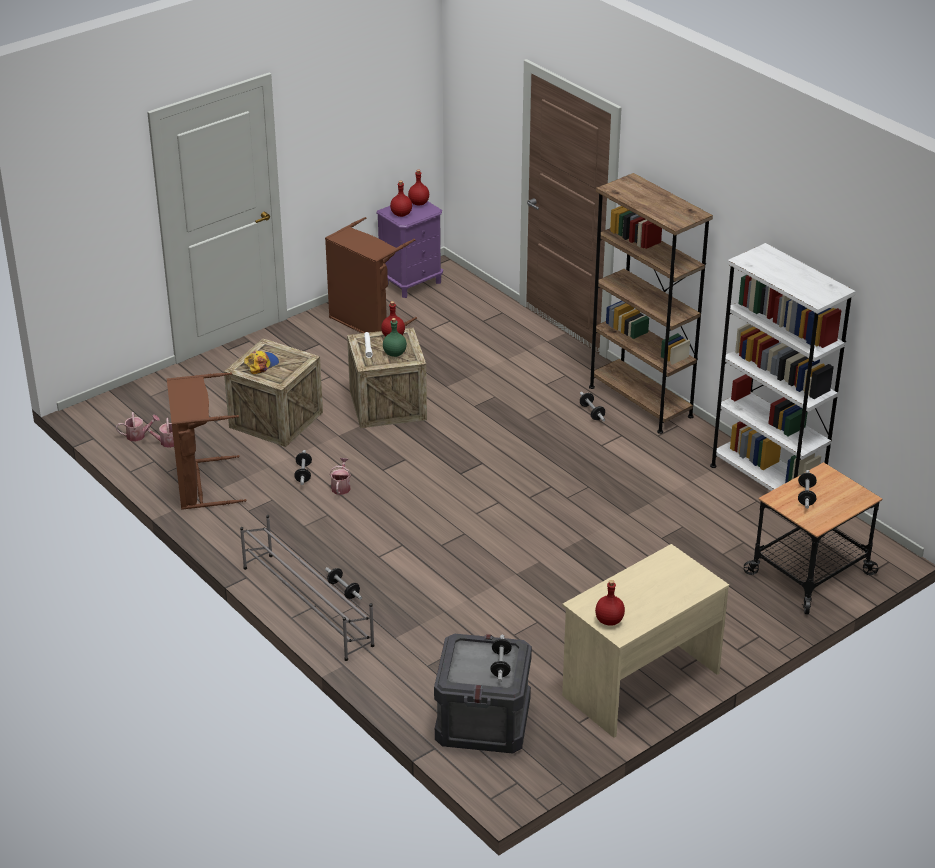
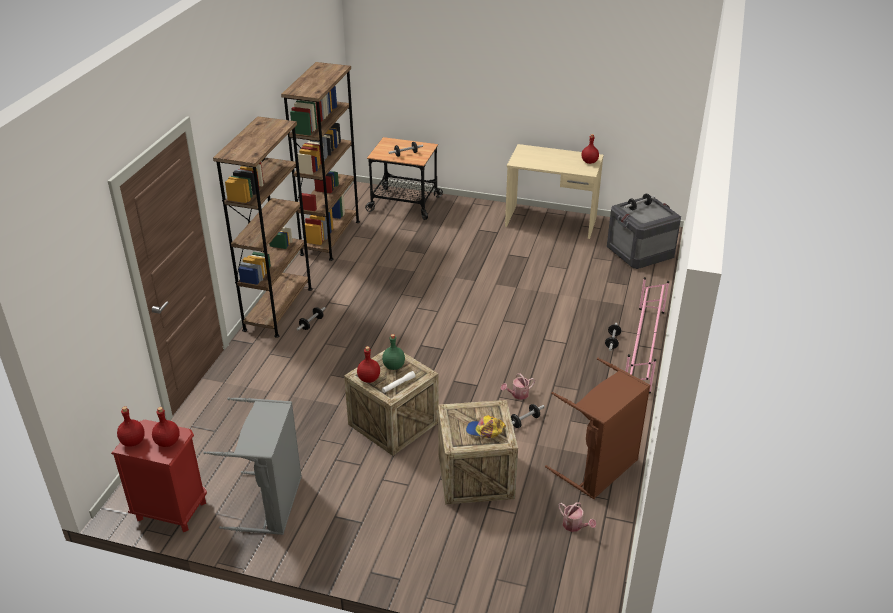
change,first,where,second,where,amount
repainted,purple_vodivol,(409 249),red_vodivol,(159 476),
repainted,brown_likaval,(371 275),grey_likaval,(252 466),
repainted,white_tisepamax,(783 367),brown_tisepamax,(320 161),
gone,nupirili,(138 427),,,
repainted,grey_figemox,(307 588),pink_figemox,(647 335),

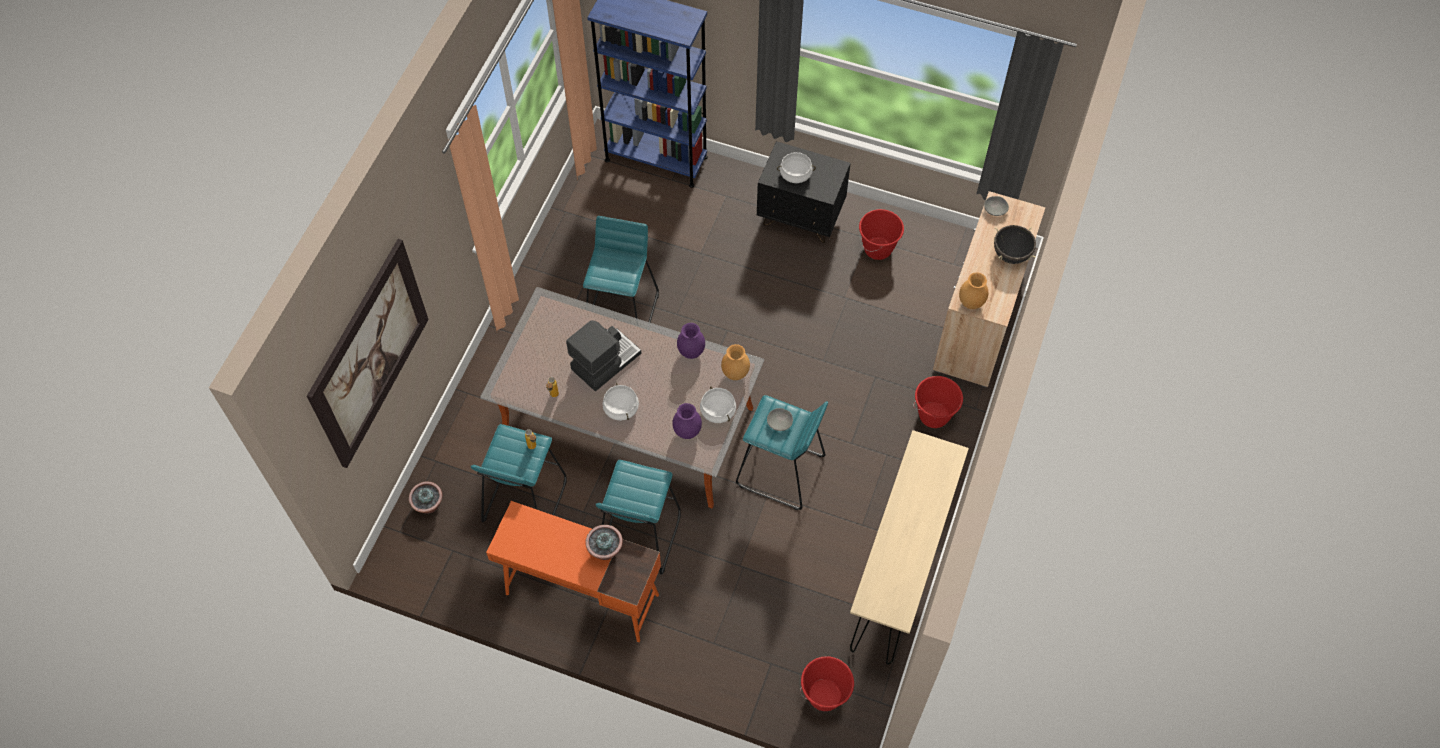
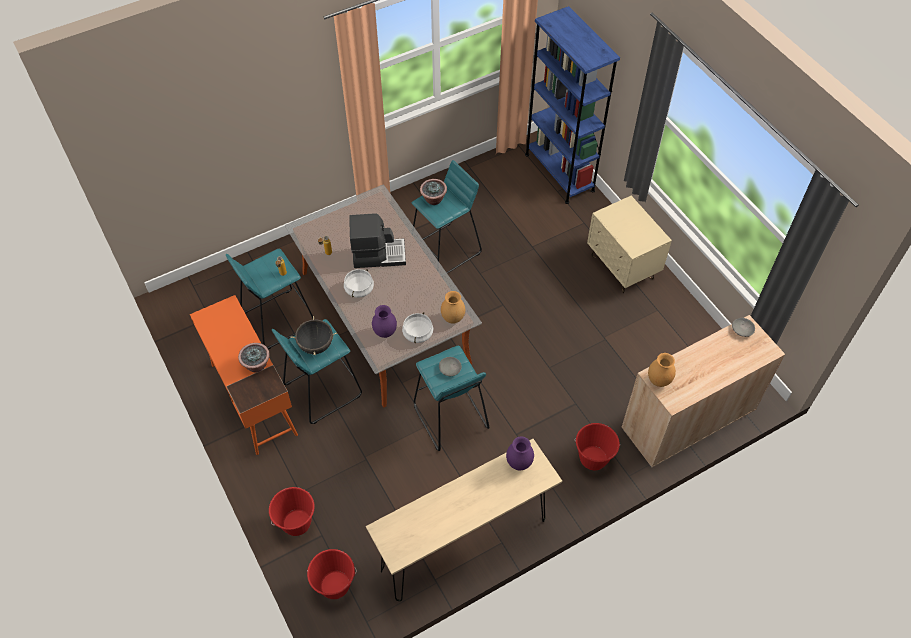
change,first,where,second,where,amount
repainted,black_vodivol,(804 192),beige_vodivol,(629 244),
gone,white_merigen,(796 167),,,
shifted,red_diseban,(881 234),,(292 511),
shifted,black_merigen,(1015 244),,(313 336),
gone,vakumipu,(368 353),,,
shifted,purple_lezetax,(691 341),,(520 453),
shifted,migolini,(426 497),,(433 192),

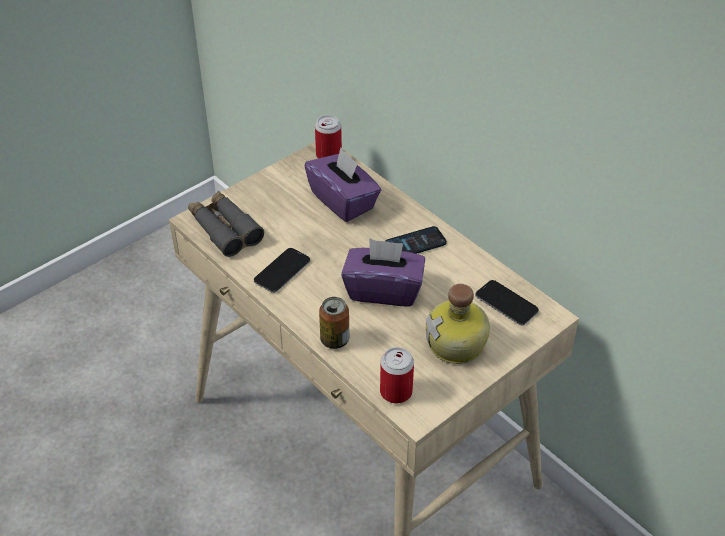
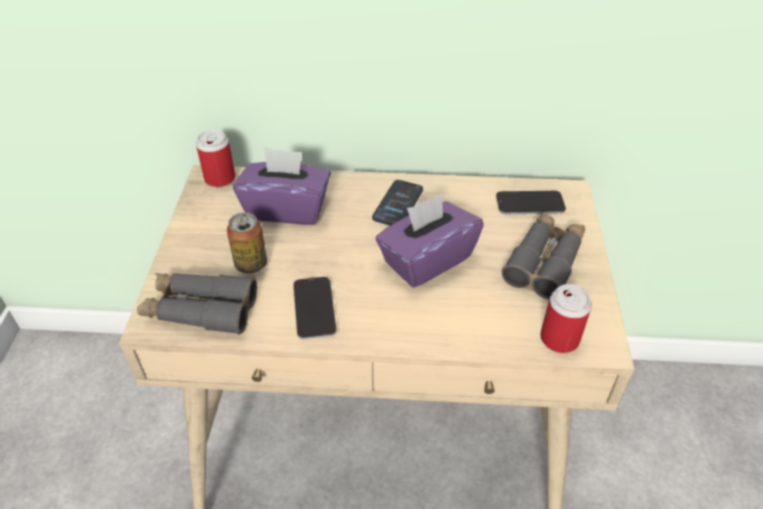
change,first,where,second,where,amount
swapped,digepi,(458 324),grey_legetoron,(543 255),
shifted,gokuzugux,(334 323),,(247 242),

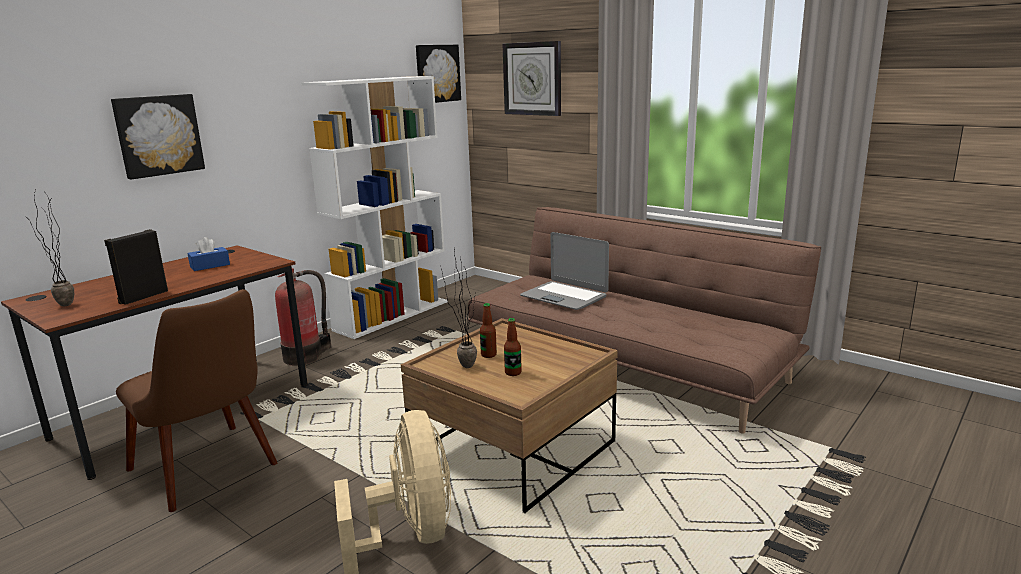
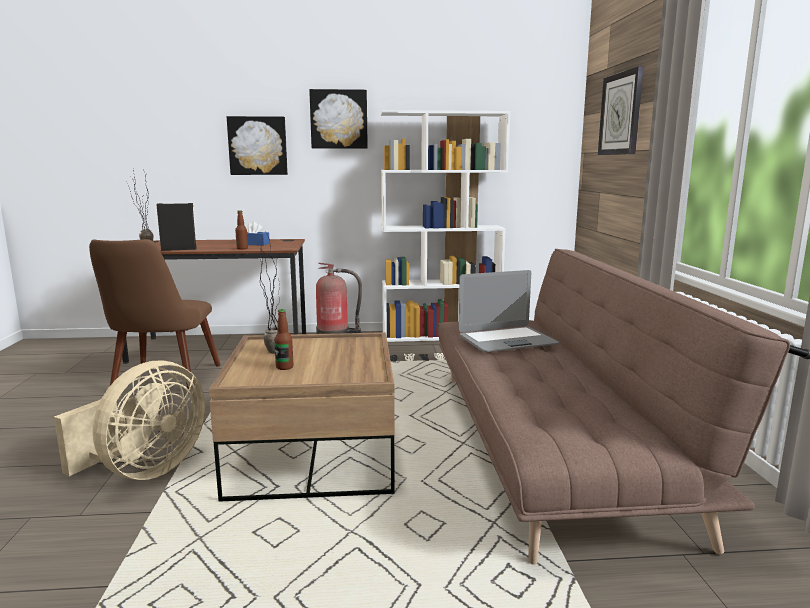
change,first,where,second,where,amount
shifted,vakumipu,(438 74),,(338 119),
rotated,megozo,(564 271),,(508 311),105 degrees counterclockwise
shifted,digepi,(488 330),,(241 230),

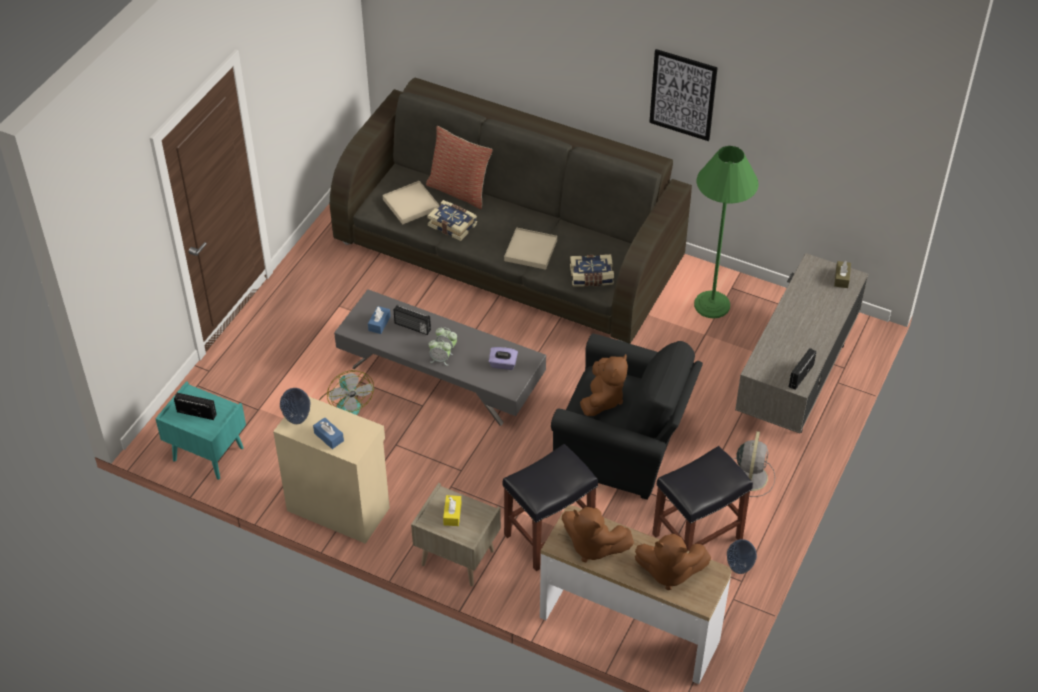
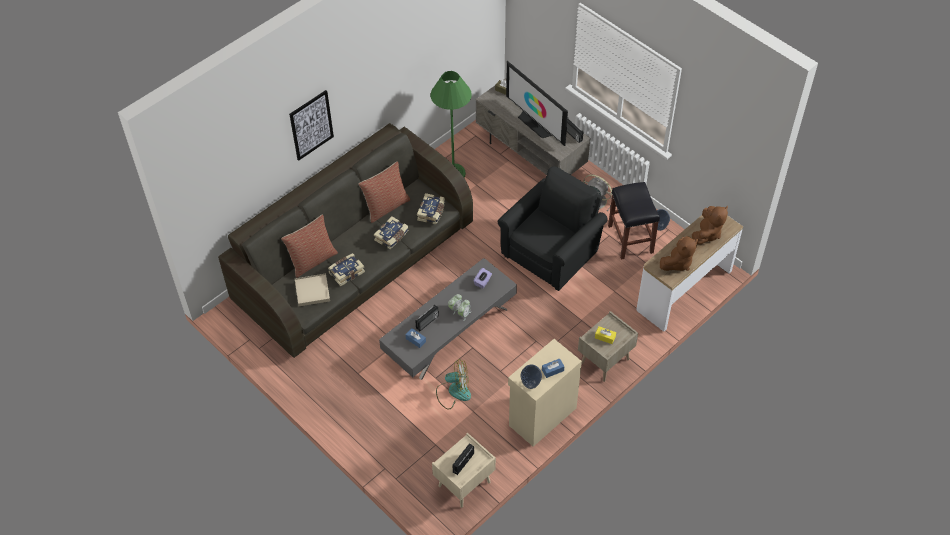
change,first,where,second,where,amount
shifted,vakumipu,(683 95),,(311 125),
swapped,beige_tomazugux,(530 248),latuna,(391 232),
gone,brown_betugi,(604 385),,,
repainted,turquoise_vodivol,(200 430),beige_vodivol,(464 470),
gone,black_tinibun,(550 507),,,
new,,,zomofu,(537 103),
new,,,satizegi,(384 192),

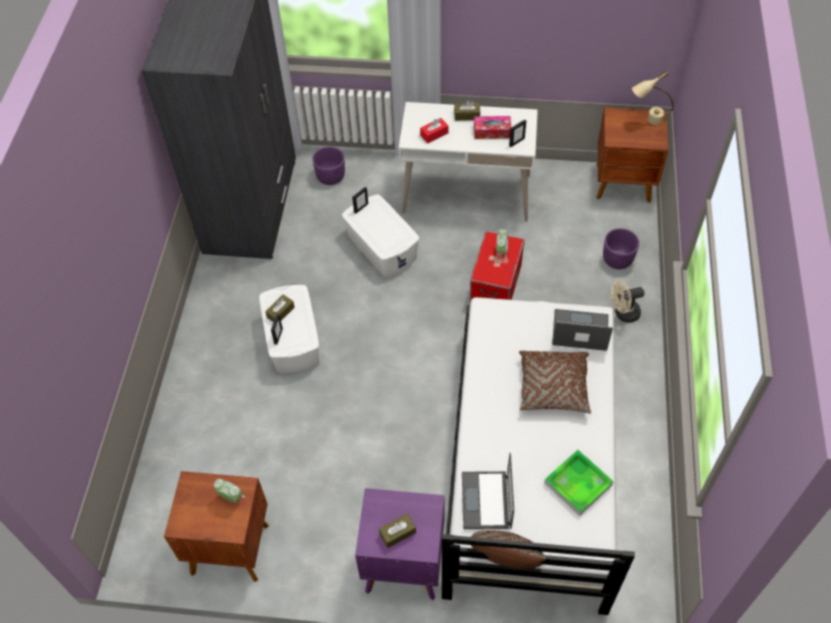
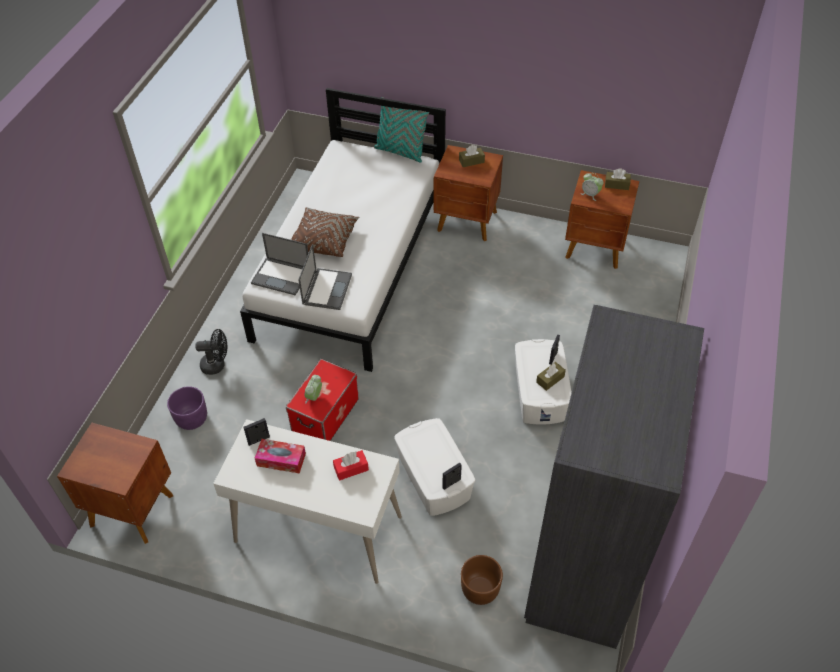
change,first,where,second,where,amount
gone,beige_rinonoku,(652 98),,,
shifted,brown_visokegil,(467 111),,(618 179),
repainted,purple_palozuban,(328 166),brown_palozuban,(482 580),
repainted,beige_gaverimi,(627 301),black_gaverimi,(211 352),
gone,tomazugux,(579 483),,,
shifted,megozo,(488 491),,(325 277),
repainted,purple_vodivol,(400 544),brown_vodivol,(468 193),
repainted,brown_satizegi,(509 549),turquoise_satizegi,(401 130),

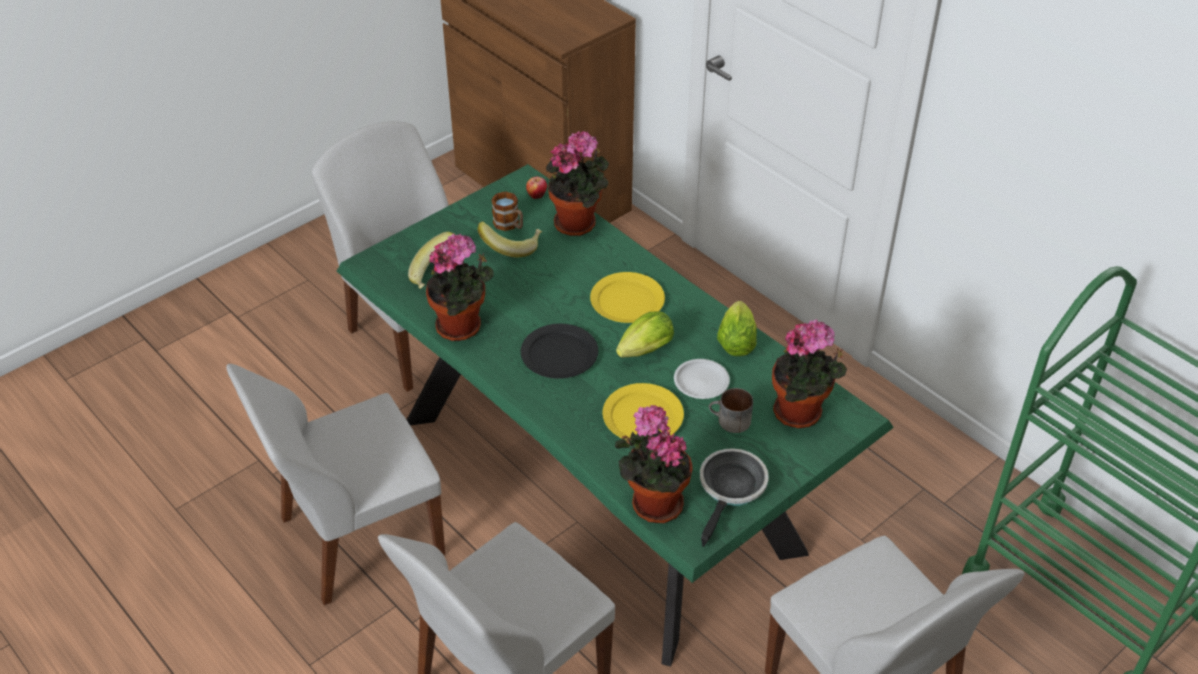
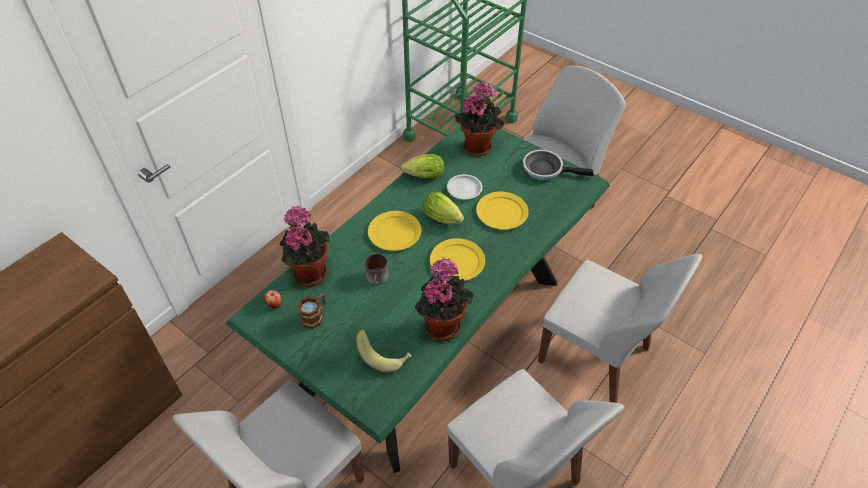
change,first,where,second,where,amount
gone,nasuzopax,(510 239),,,
repainted,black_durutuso,(559 351),yellow_durutuso,(457 259),
shifted,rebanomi,(731 410),,(377 269),
gone,migolini,(654 464),,,

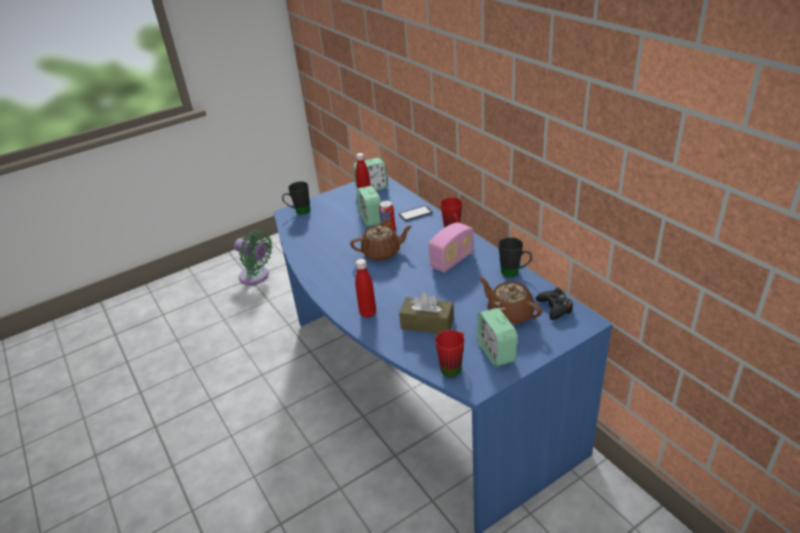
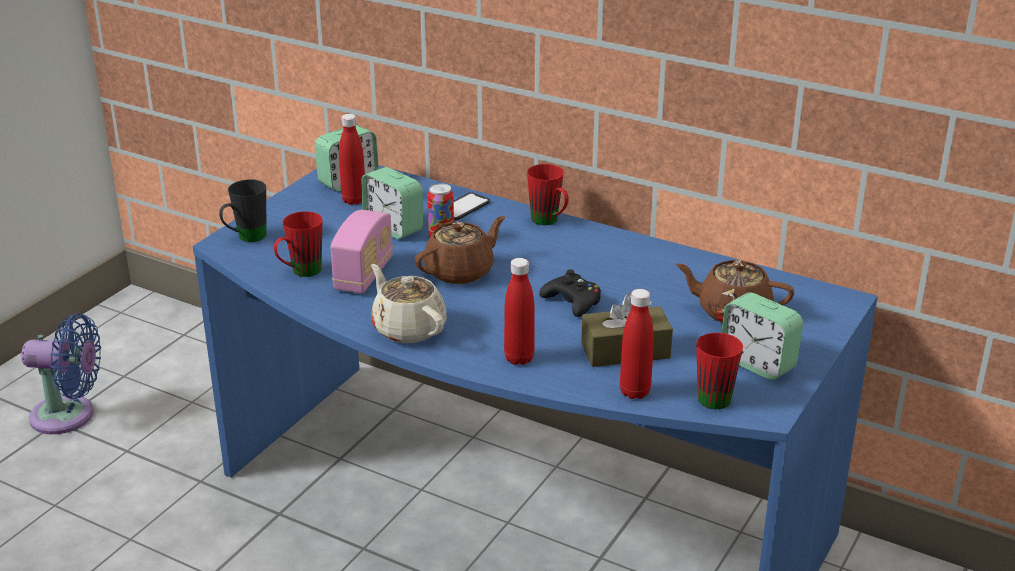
change,first,where,second,where,amount
shifted,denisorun,(451 248),,(361 252),
repainted,green_gaverimi,(253 257),blue_gaverimi,(61 373),
gone,black_rebanomi,(515 257),,,
shifted,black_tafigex,(554 303),,(570 293),
new,,,red_rebanomi,(298 244),
new,,,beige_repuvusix,(409 303),
new,,,red_digepi,(637 344),

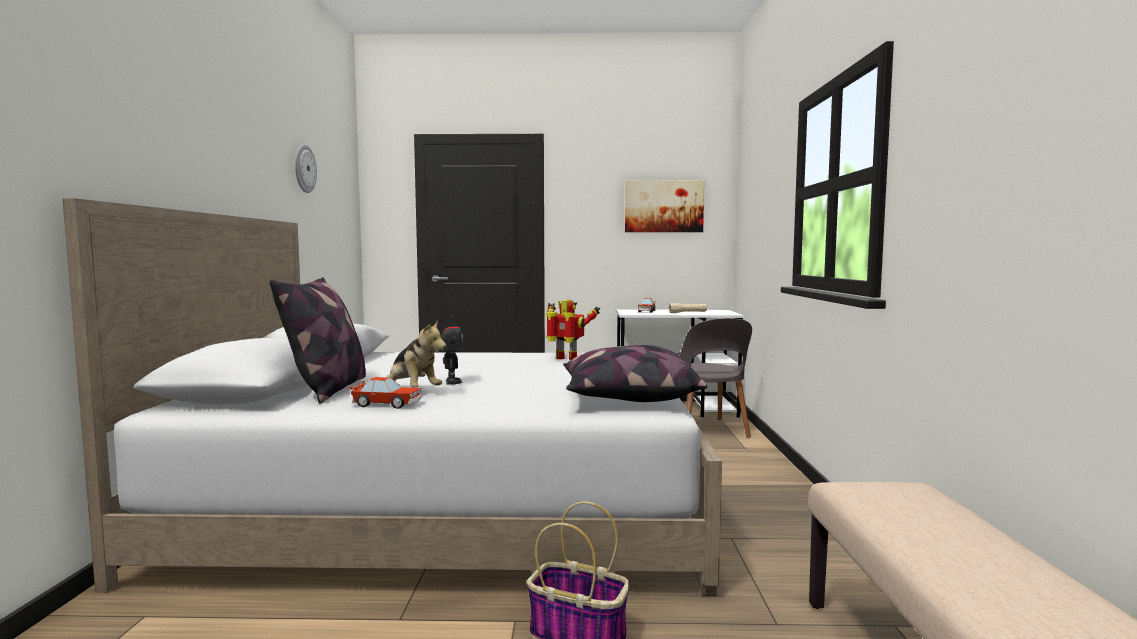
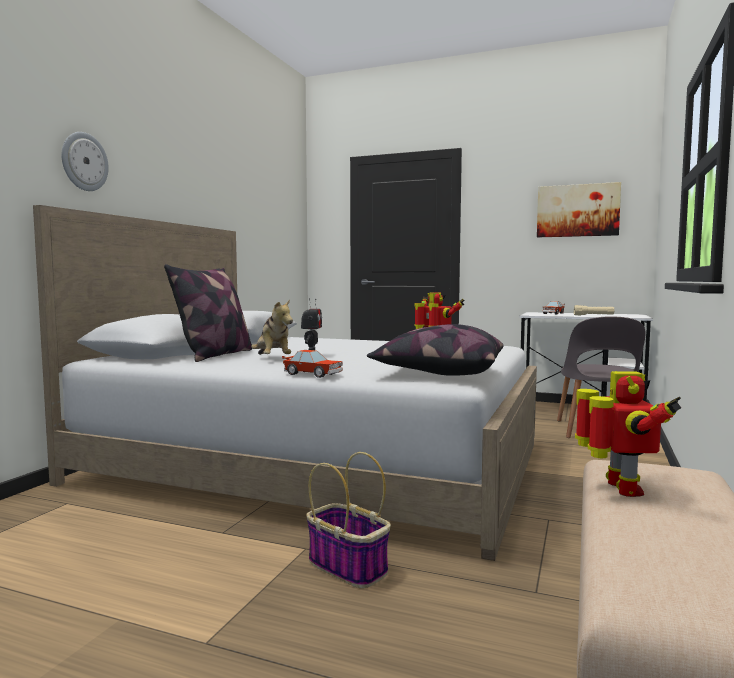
change,first,where,second,where,amount
shifted,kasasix,(306 168),,(85 161),
shifted,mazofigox,(385 393),,(312 364),
new,,,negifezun,(628 434),

